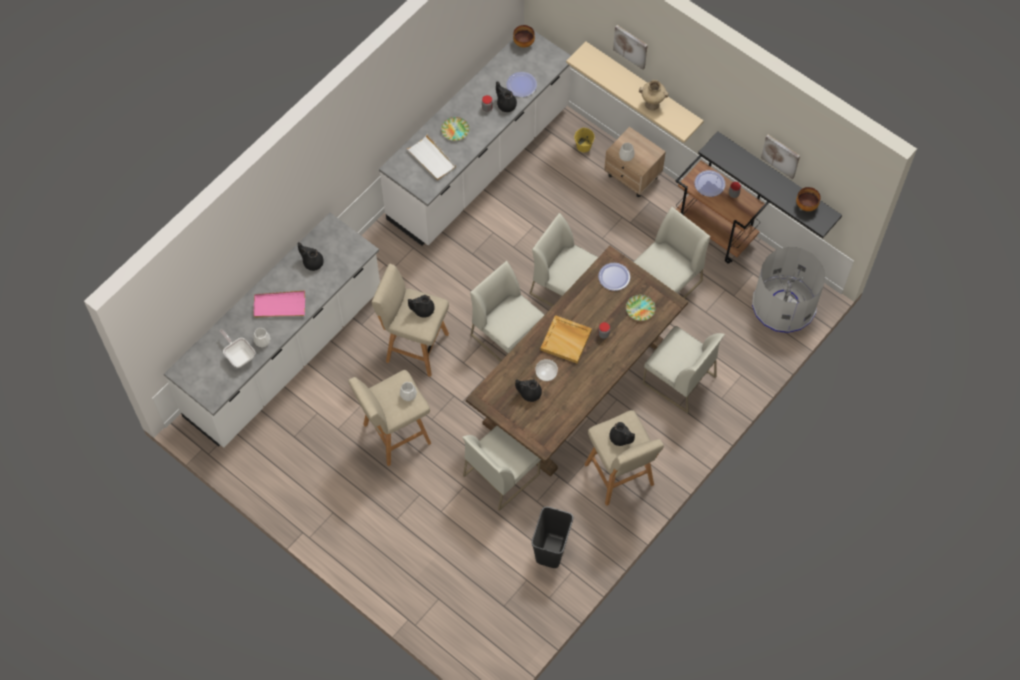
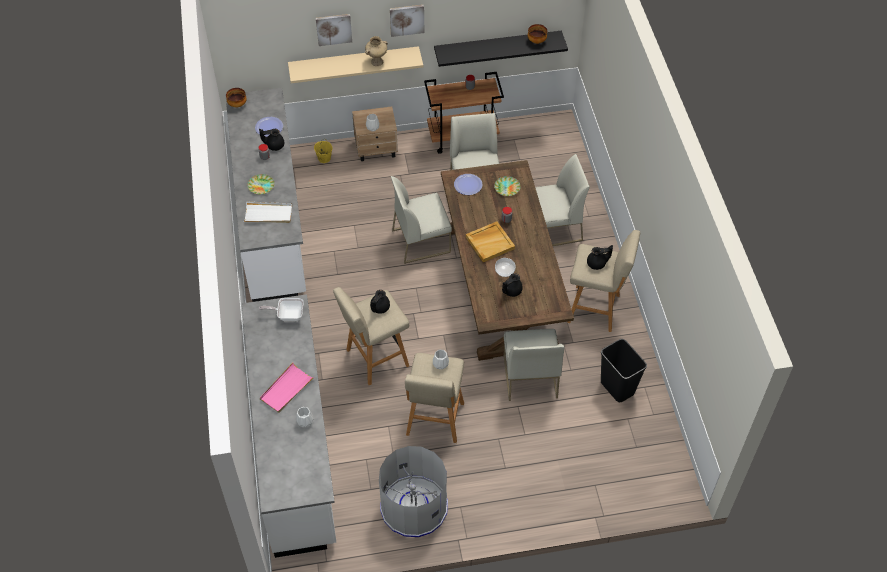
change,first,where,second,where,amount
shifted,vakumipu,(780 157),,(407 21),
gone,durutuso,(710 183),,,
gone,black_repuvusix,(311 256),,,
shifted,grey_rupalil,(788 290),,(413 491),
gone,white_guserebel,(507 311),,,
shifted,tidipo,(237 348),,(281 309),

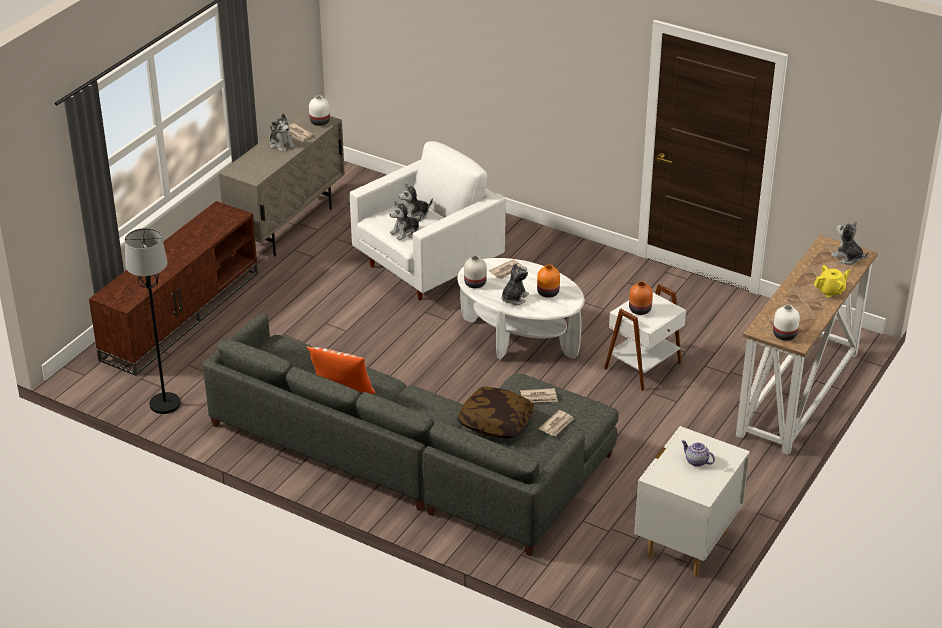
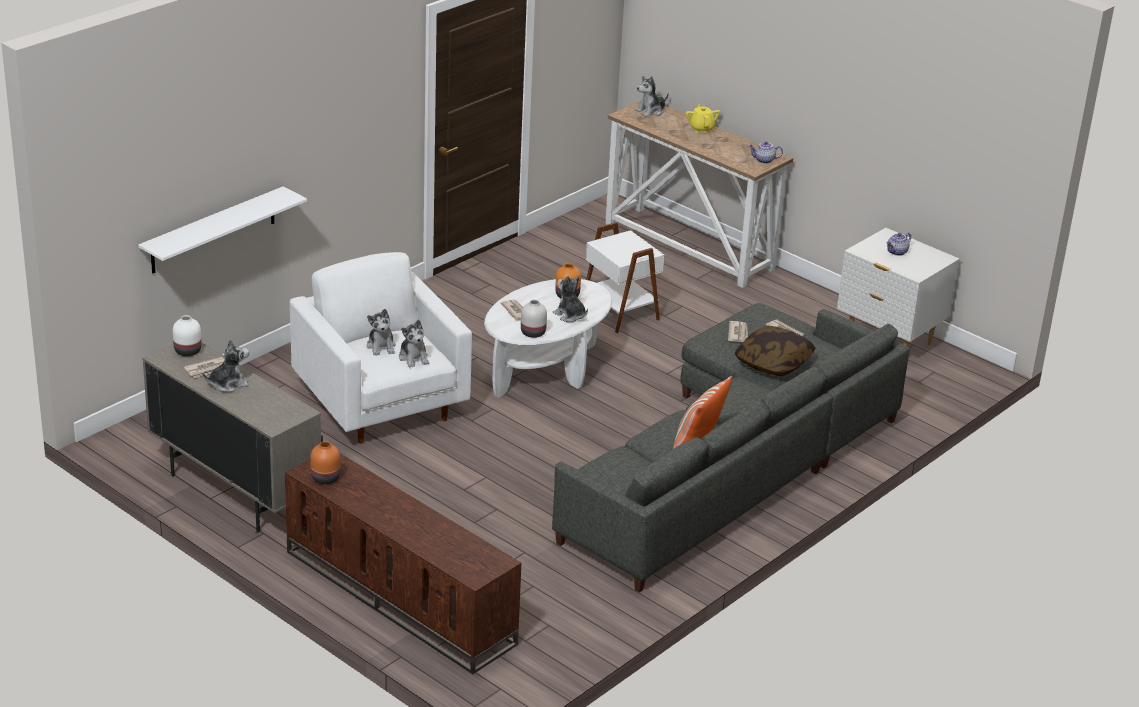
change,first,where,second,where,amount
gone,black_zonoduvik,(152 321),,,
shifted,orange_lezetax,(641 298),,(325 462),
swapped,white_lezetax,(786 323),repuvusix,(765 152),
new,,,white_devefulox,(222 230),

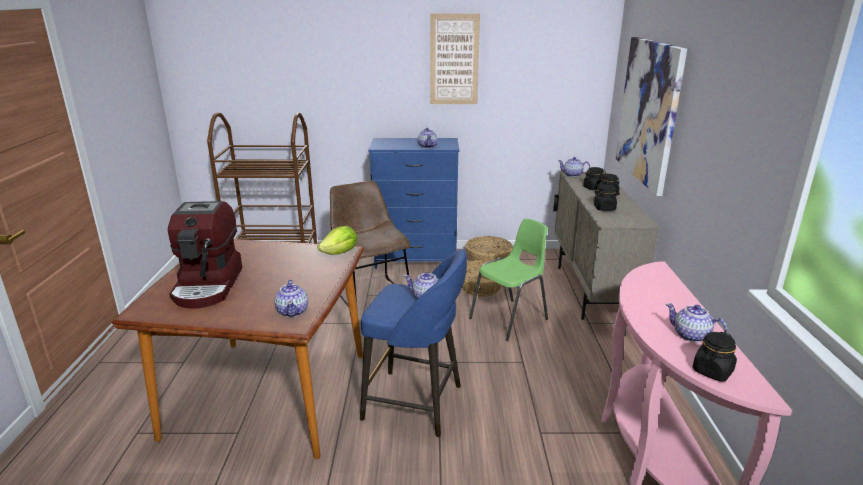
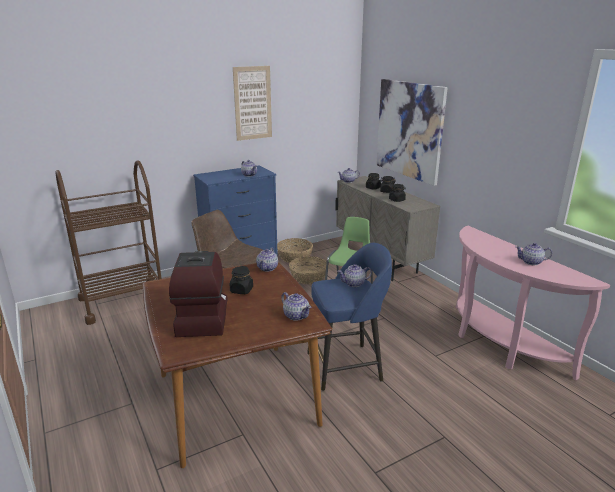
change,first,where,second,where,amount
rotated,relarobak,(205 255),,(198 294),150 degrees counterclockwise
swapped,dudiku,(337 240),repuvusix,(267 259),
shifted,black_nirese,(715 356),,(241 280),

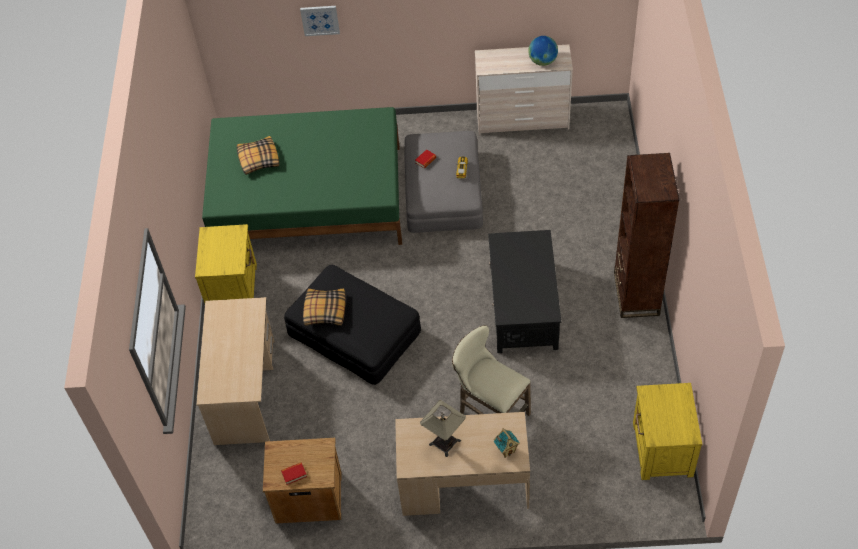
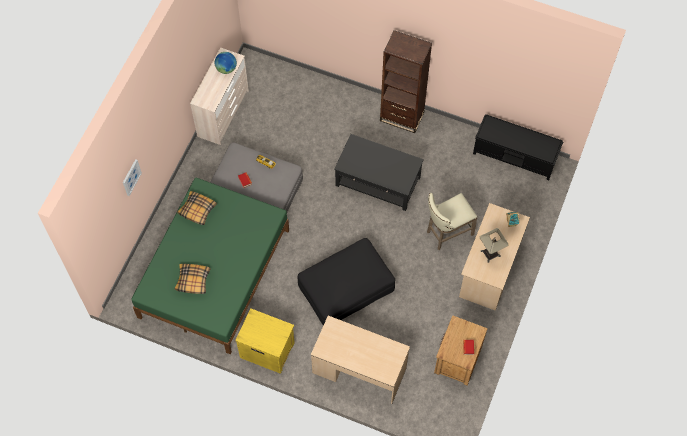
change,first,where,second,where,amount
shifted,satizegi,(324 307),,(197 208),
swapped,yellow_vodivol,(667 431),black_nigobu,(518 147),

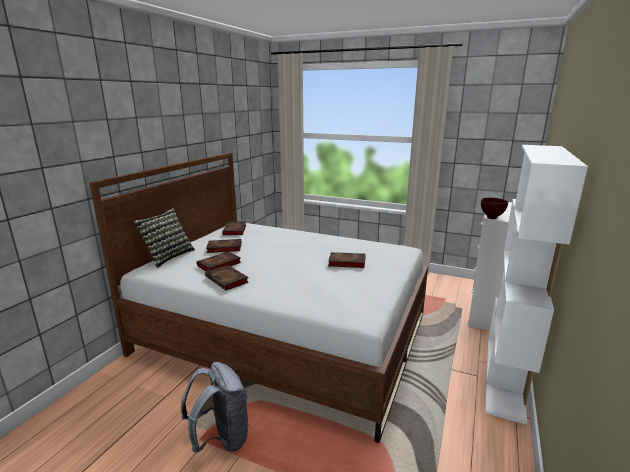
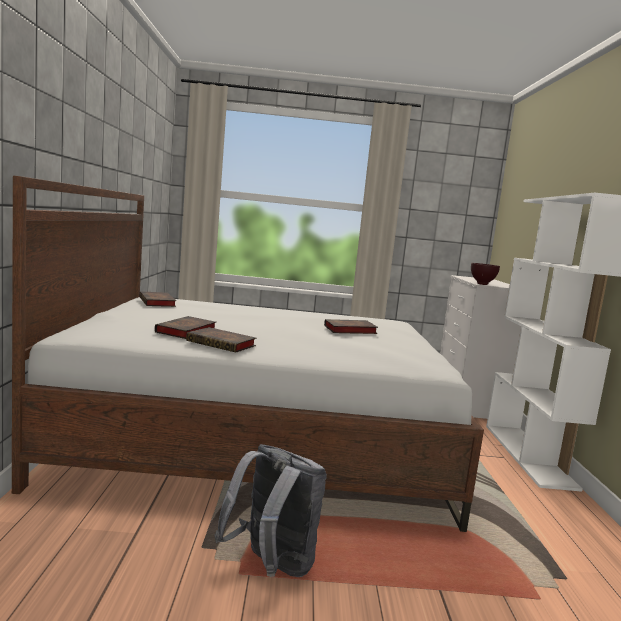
change,first,where,second,where,amount
gone,satizegi,(164 238),,,
gone,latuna,(224 246),,,

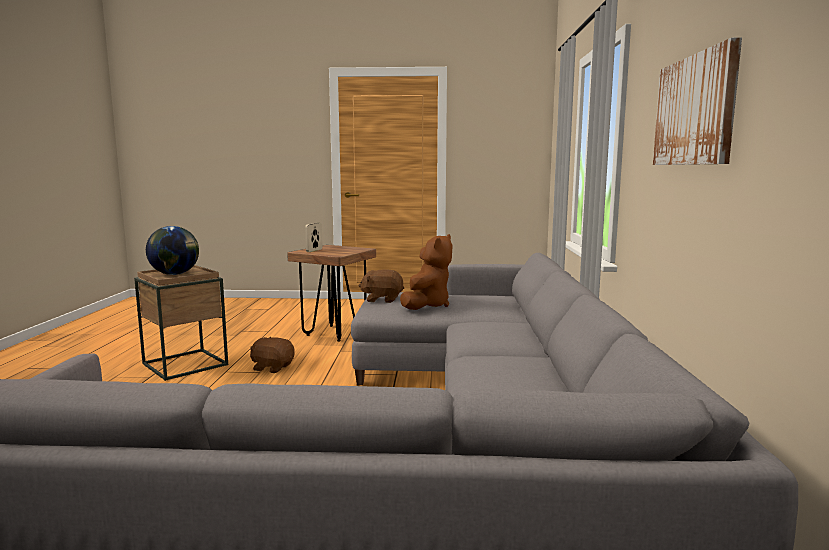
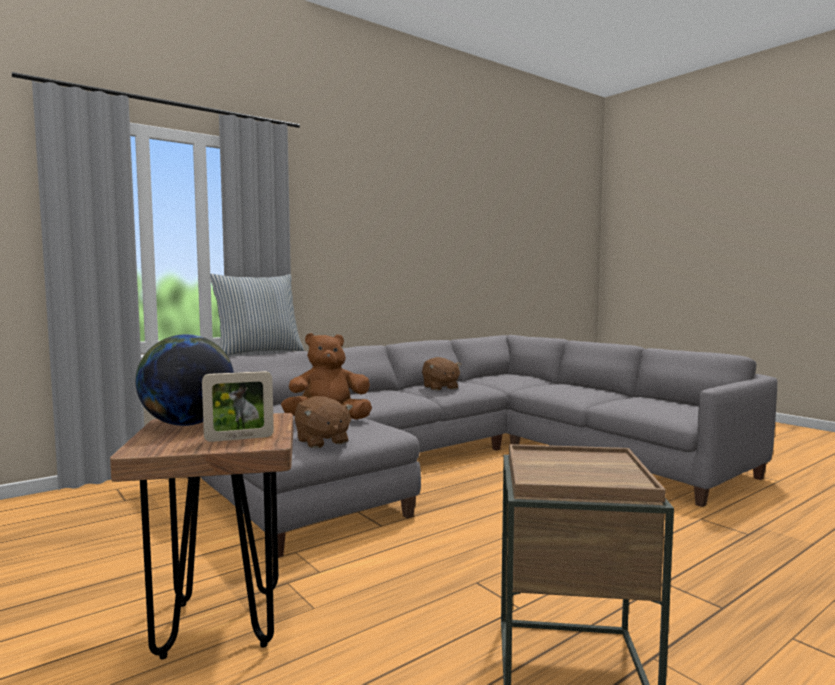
change,first,where,second,where,amount
gone,vakumipu,(697 101),,,
shifted,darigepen,(172 250),,(185 380),
shifted,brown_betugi,(272 355),,(441 374),
new,,,satizegi,(256 315),

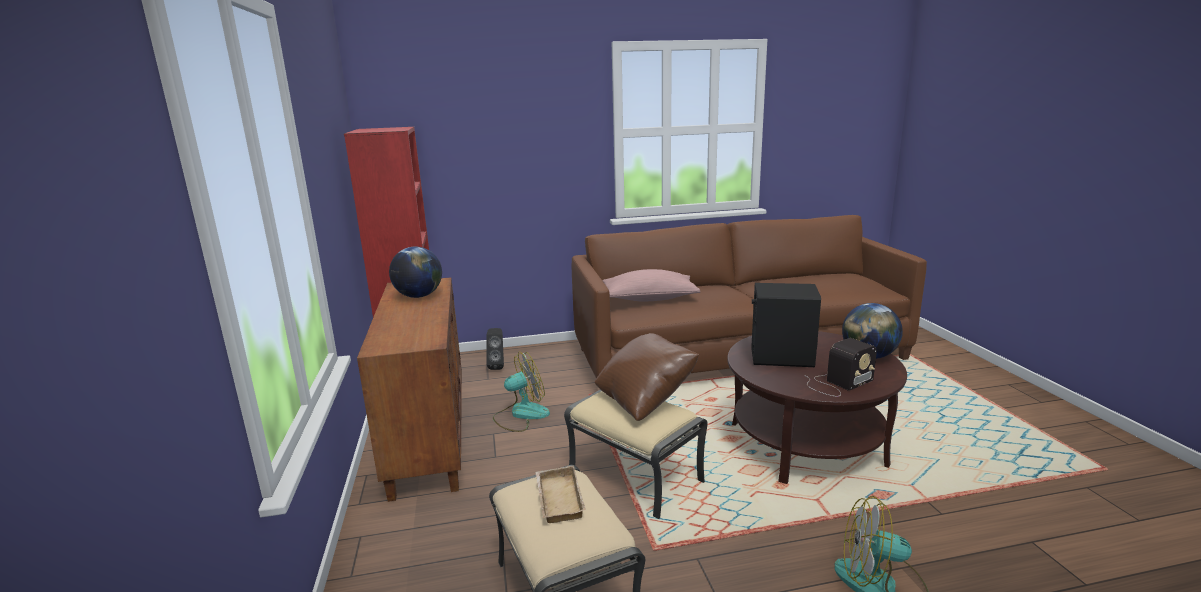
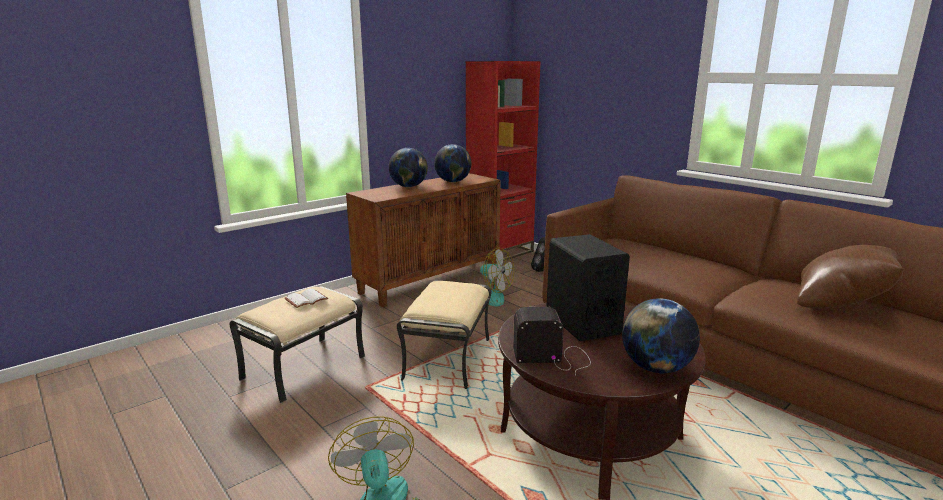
change,first,where,second,where,amount
gone,pink_satizegi,(651 285),,,
shifted,brown_satizegi,(647 377),,(850 276),
rotated,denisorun,(841 367),,(552 341),150 degrees clockwise
swapped,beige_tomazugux,(560 494),white_latuna,(306 298),
new,,,darigepen,(408 167),

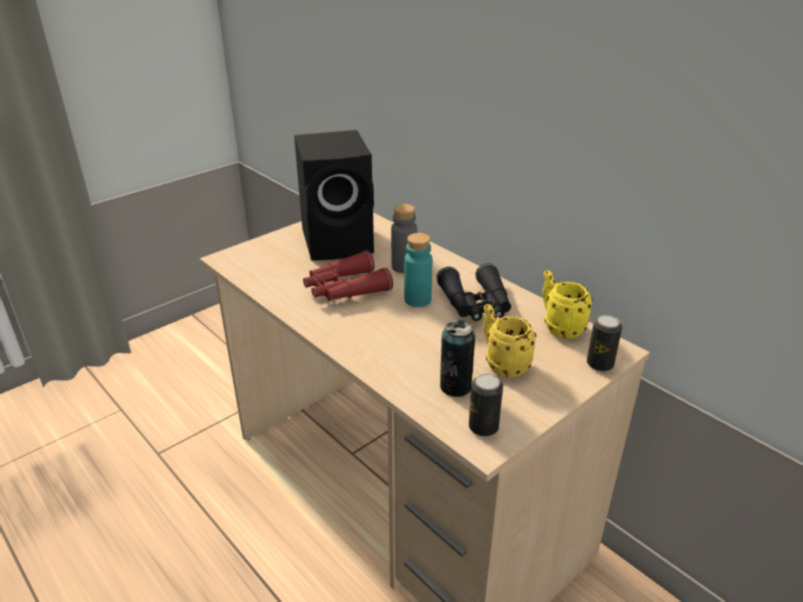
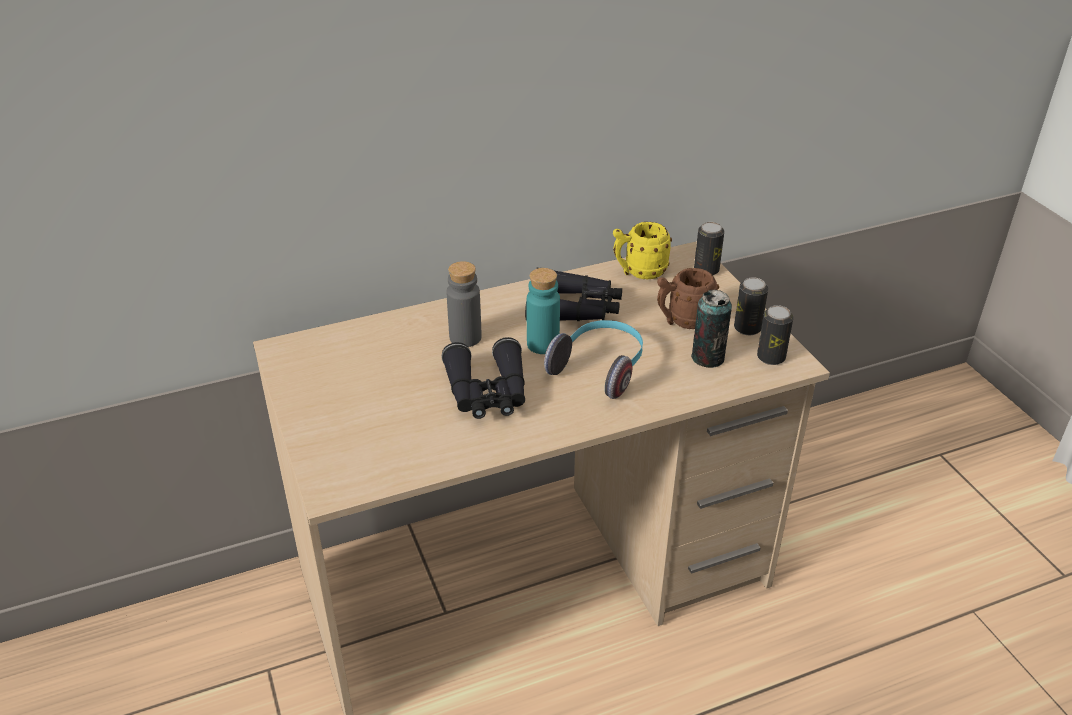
change,first,where,second,where,amount
gone,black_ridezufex,(334 195),,,
repainted,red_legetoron,(348 276),black_legetoron,(483 378),
repainted,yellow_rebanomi,(509 340),brown_rebanomi,(688 298),
new,,,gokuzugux,(751 306),
new,,,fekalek,(593 359),

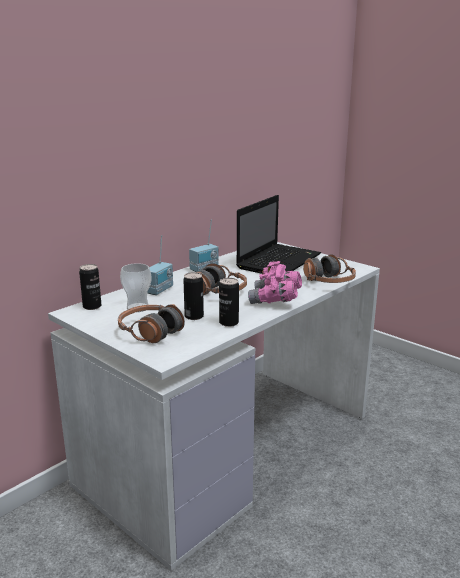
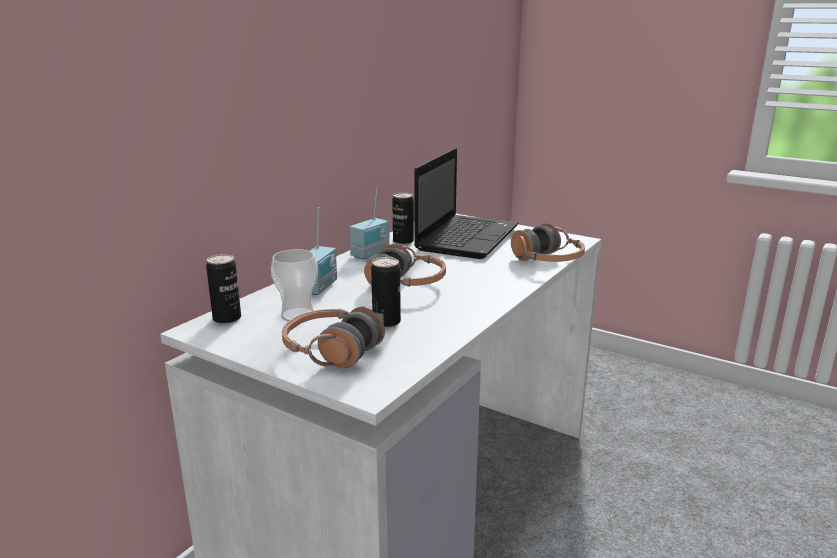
change,first,where,second,where,amount
gone,pink_legetoron,(275 282),,,
shifted,gokuzugux,(229 302),,(403 218),

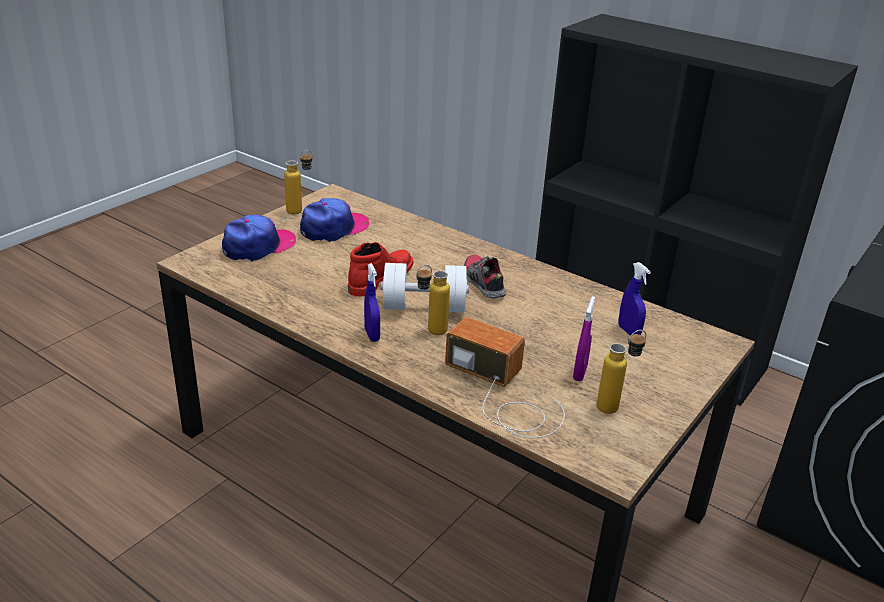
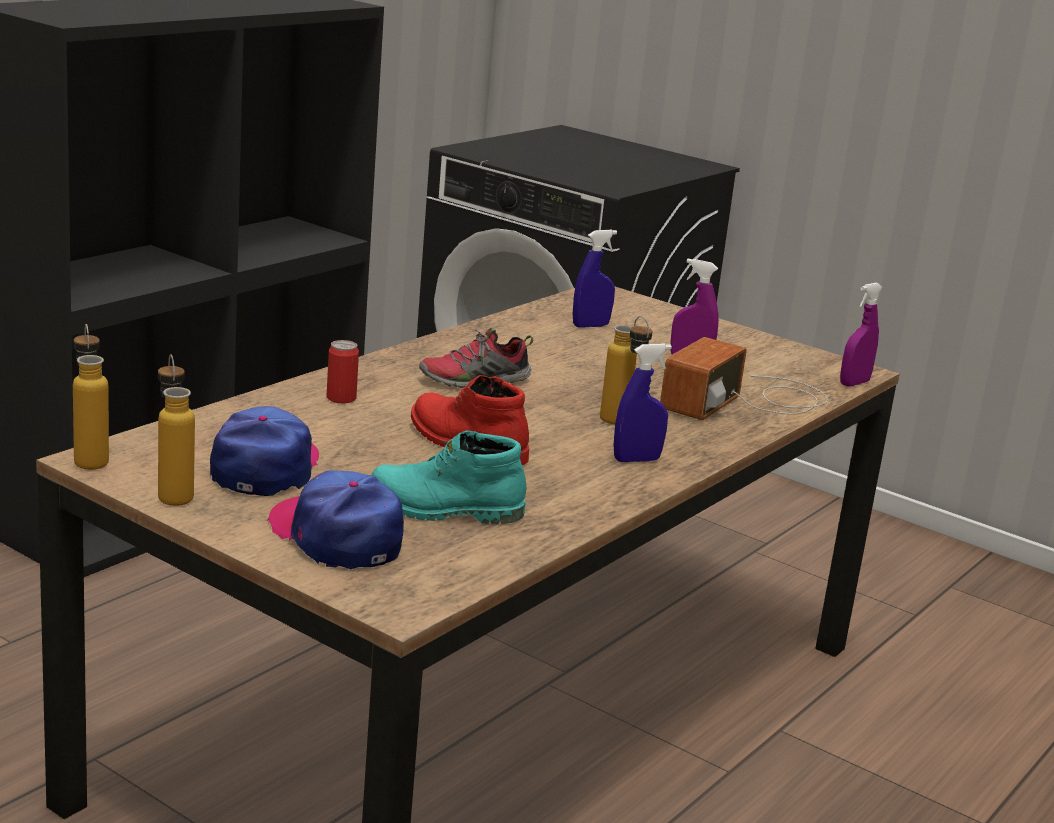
change,first,where,second,where,amount
rotated,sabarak,(334 220),,(264 451),45 degrees clockwise
gone,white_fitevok,(425 288),,,
shifted,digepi,(621 372),,(91 397),
new,,,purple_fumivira,(861 335),
new,,,gokuzugux,(343 371),
new,,,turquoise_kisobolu,(449 477),

